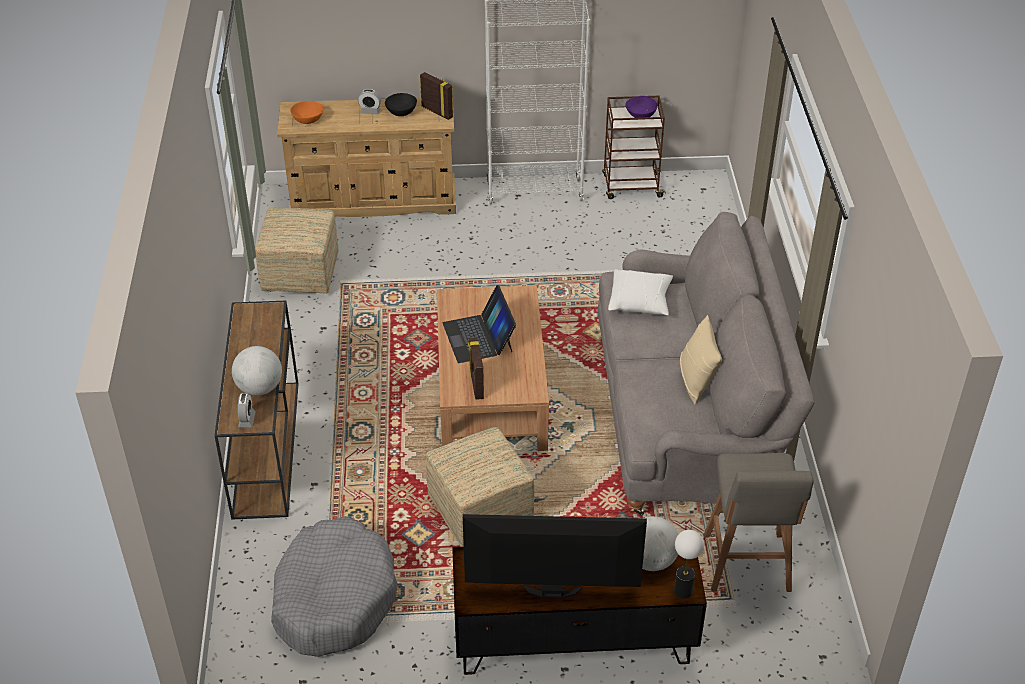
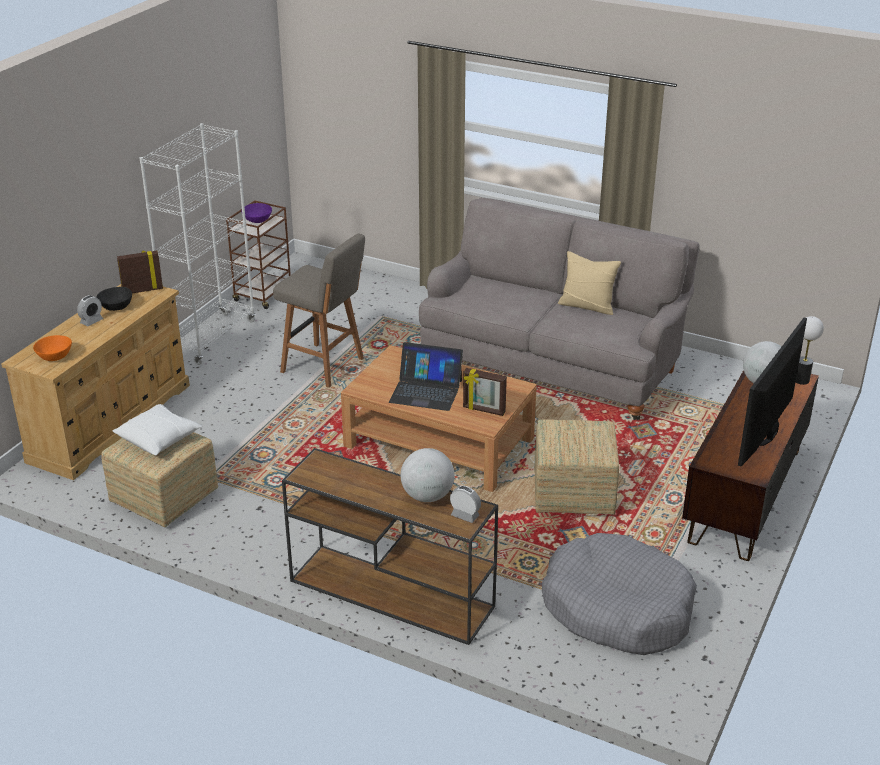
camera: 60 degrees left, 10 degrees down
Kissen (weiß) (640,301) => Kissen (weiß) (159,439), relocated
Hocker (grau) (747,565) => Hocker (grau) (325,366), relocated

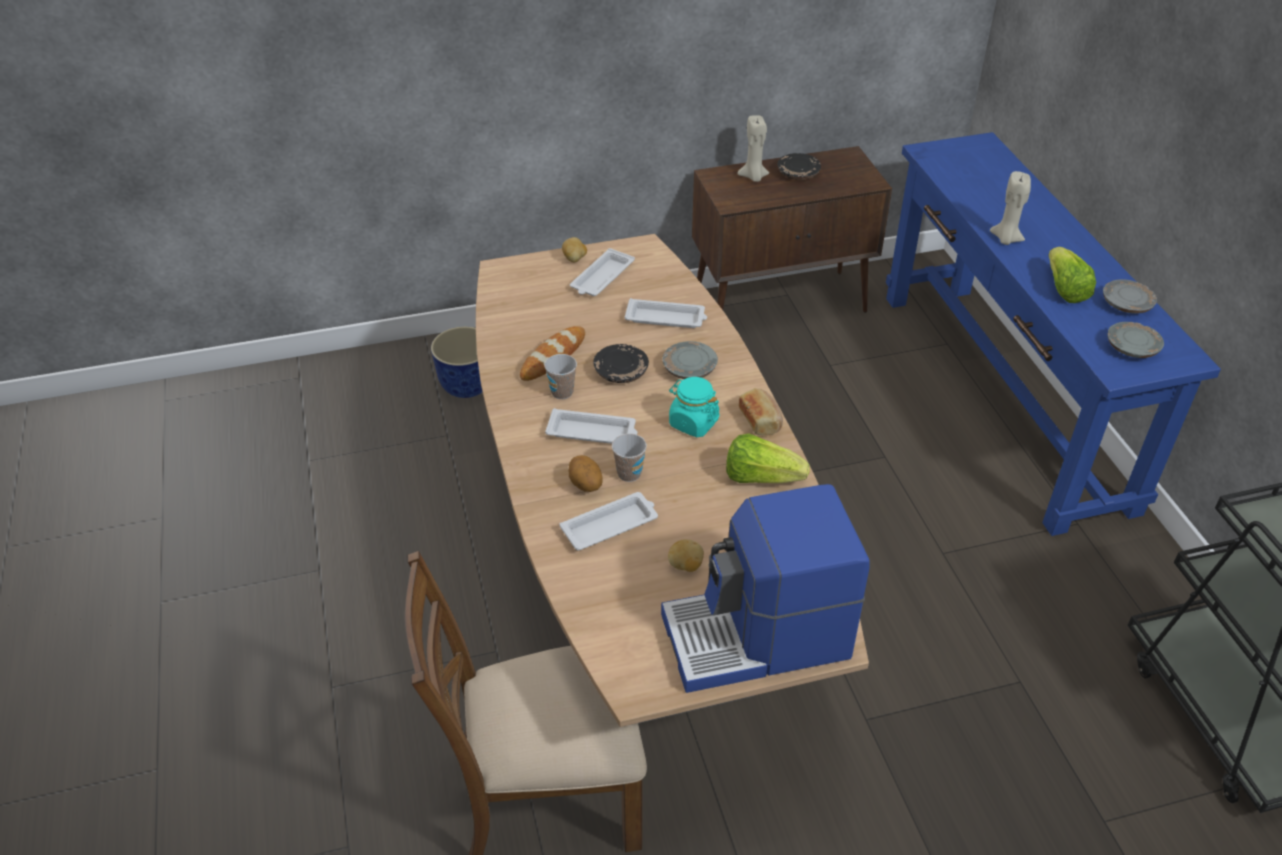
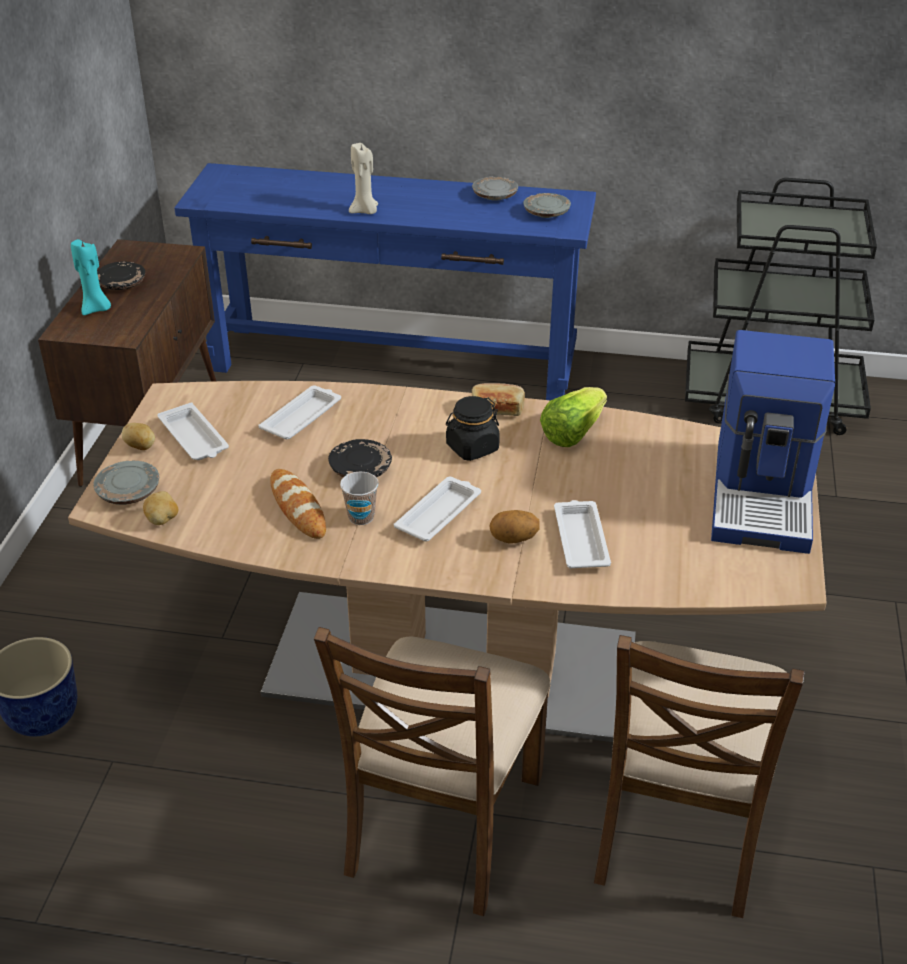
camera: 65 degrees left, 5 degrees down
Kerze (beige) (753,177) => Kerze (türkis) (96,309)
Teller (grau) (689,369) => Teller (grau) (129,492), relocated
Kartoffel (685,566) => Kartoffel (162,520), relocated
nothing => Stuhl (braun) (442,823)
Vorratsglas (türkis) (693,423) => Vorratsglas (schwarz) (472,448)
Tasse (629,473) => nothing
Salatkopf (1064,289) => nothing

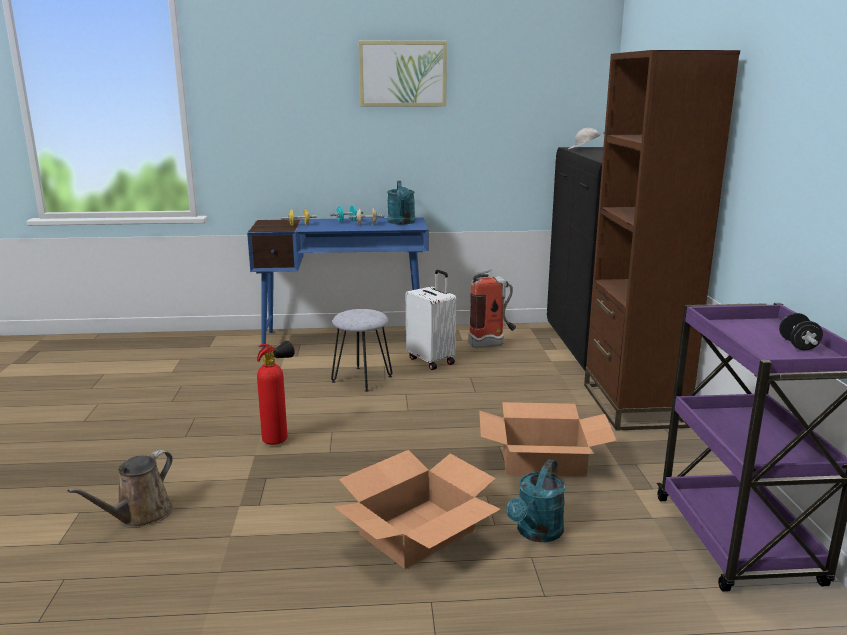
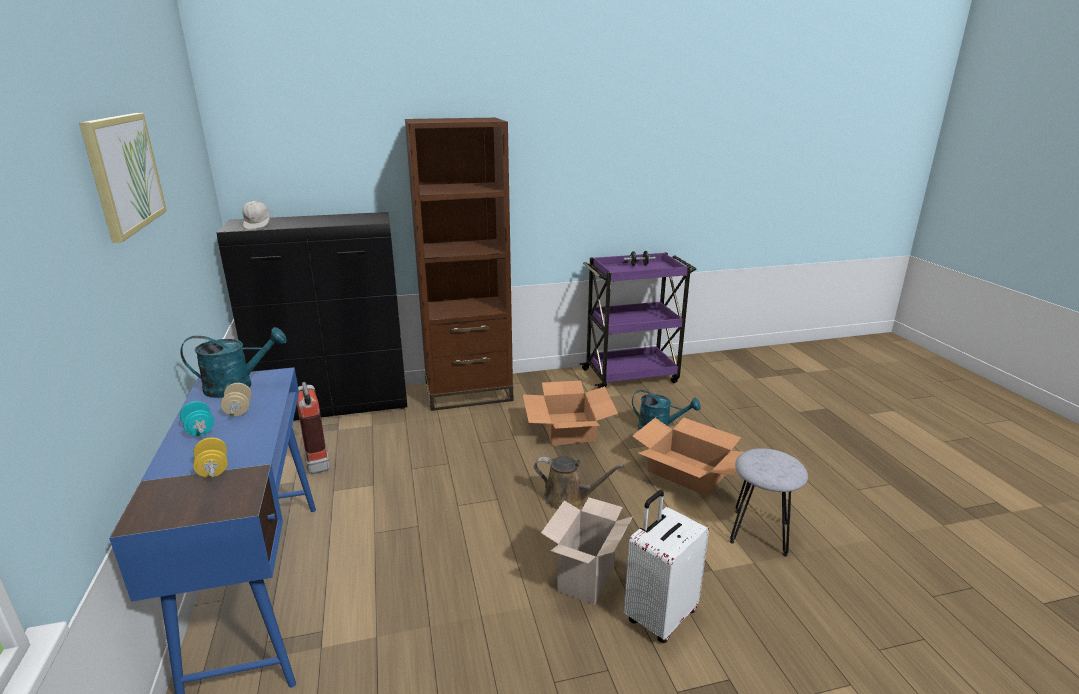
camera: 100 degrees left, 5 degrees up
Gießkanne (braun) (140,516) => Gießkanne (braun) (568,499), relocated
Feuerlöscher (279,439) => Karton (585,577)
Koffer (weiß) (432,360) => Koffer (weiß) (659,615), relocated
Hocker (grau) (361,379) => Hocker (grau) (760,532), relocated

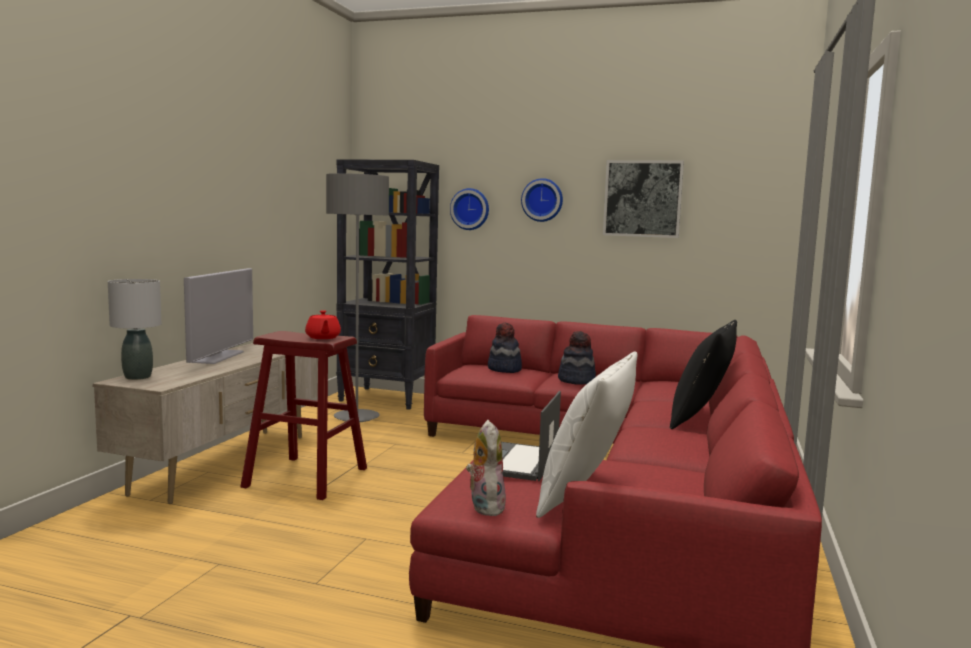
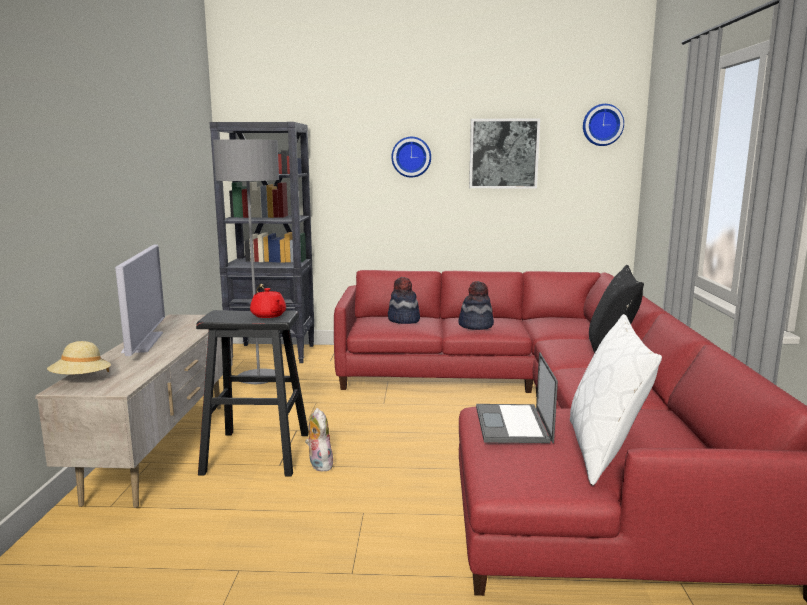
camera: 15 degrees left, 5 degrees up
Tischlampe (grau) (138,377) => Hut (beige) (81,380)
Hocker (rot) (306,477) => Hocker (schwarz) (257,453)
Plüschtier (484,506) => Plüschtier (318,464), relocated
Wanduhr (470,209) => Wanduhr (602,125), relocated

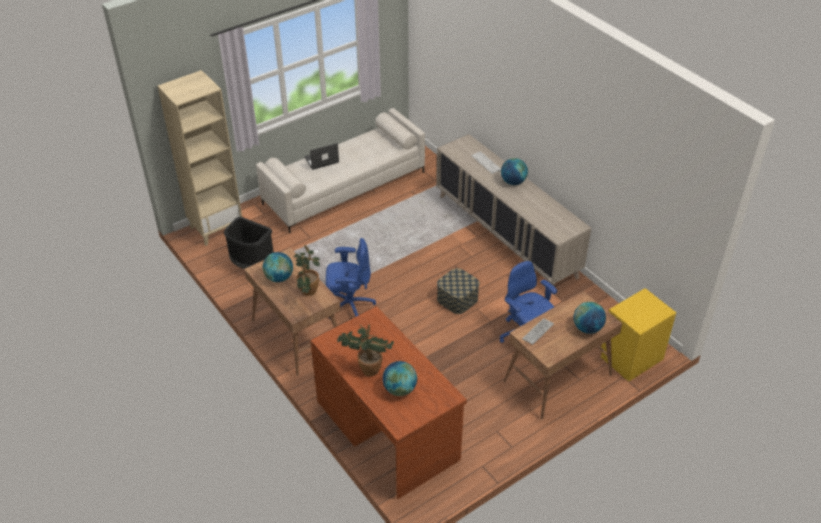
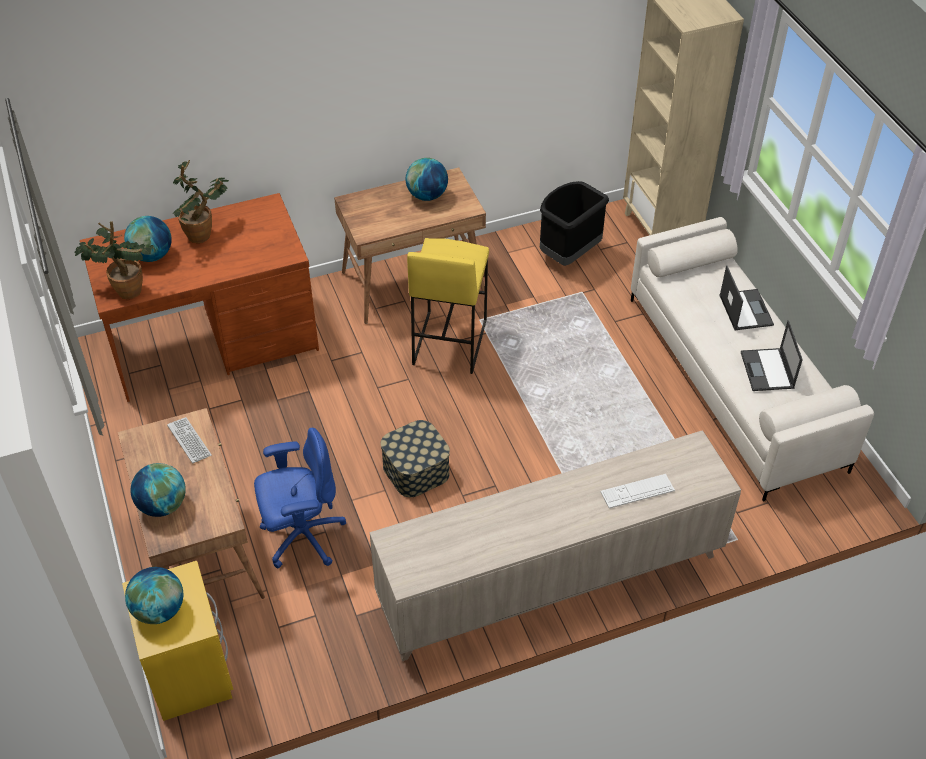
camera: 105 degrees right, 5 degrees up
Topfpflanze (307,293) => Topfpflanze (124,289), relocated
Globus (513,182) => Globus (159,610), relocated
Bürostuhl (blau) (349,306) => Hocker (gelb) (448,342)
nothing => Laptop (767,371)

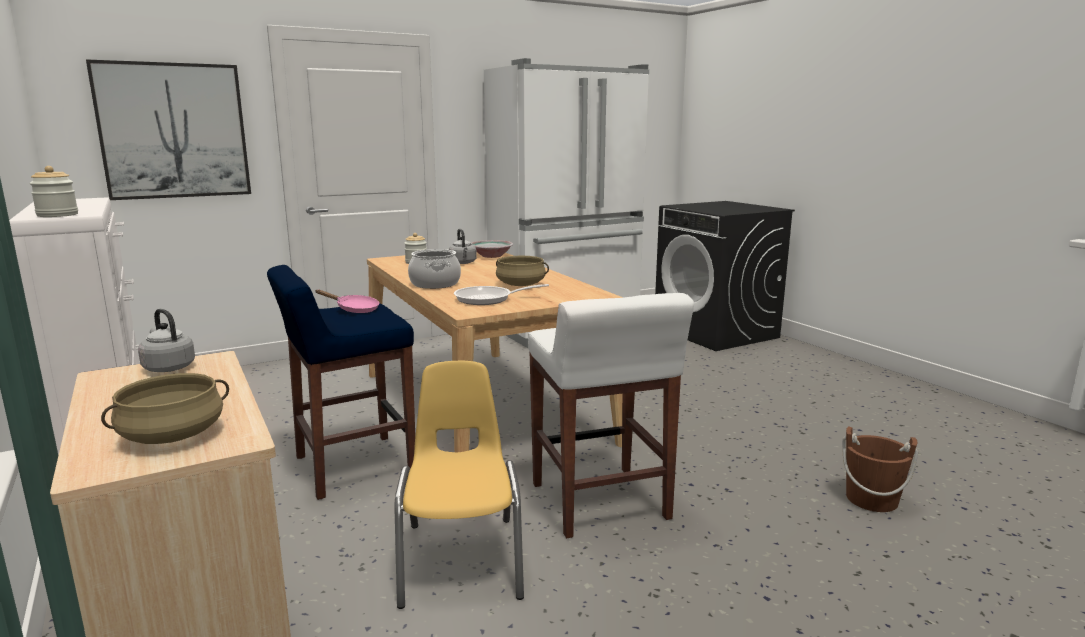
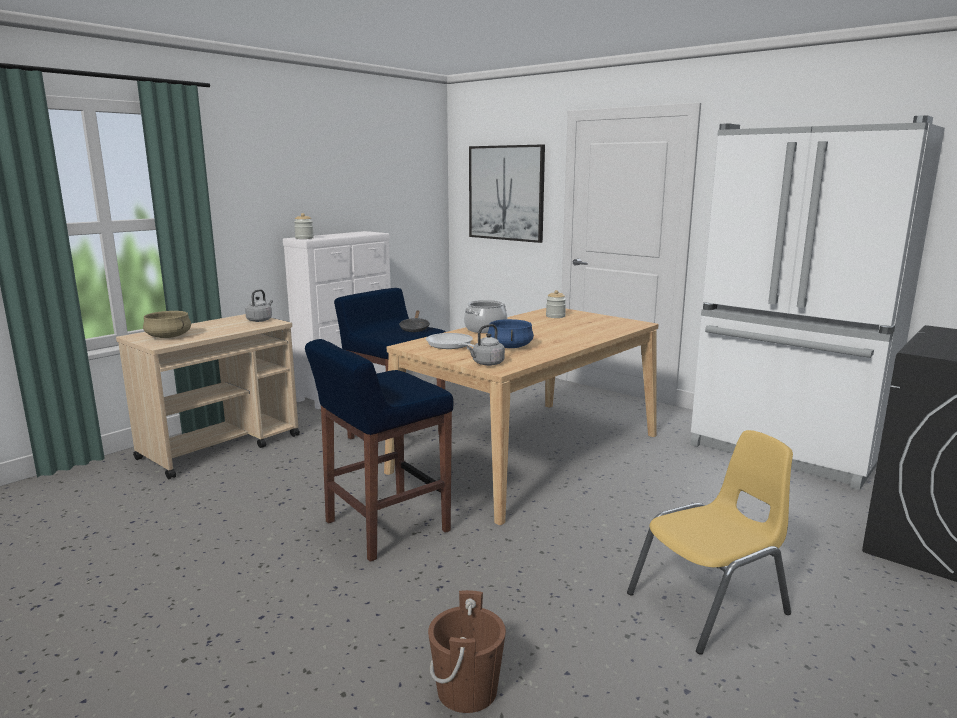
camera: 70 degrees right, 0 degrees up
Hocker (weiß) (600,503) => Hocker (blau) (384,527)
Pfanne (rosa) (354,309) => Pfanne (schwarz) (414,328)
Wasserkessel (grau) (463,263) => Wasserkessel (grau) (486,364), relocated
Kochtopf (beige) (521,285) => Kochtopf (blau) (510,347)
Stuhl (gelb) (461,559) => Stuhl (gelb) (709,605), relocated
Schüssel (491,256) => nothing

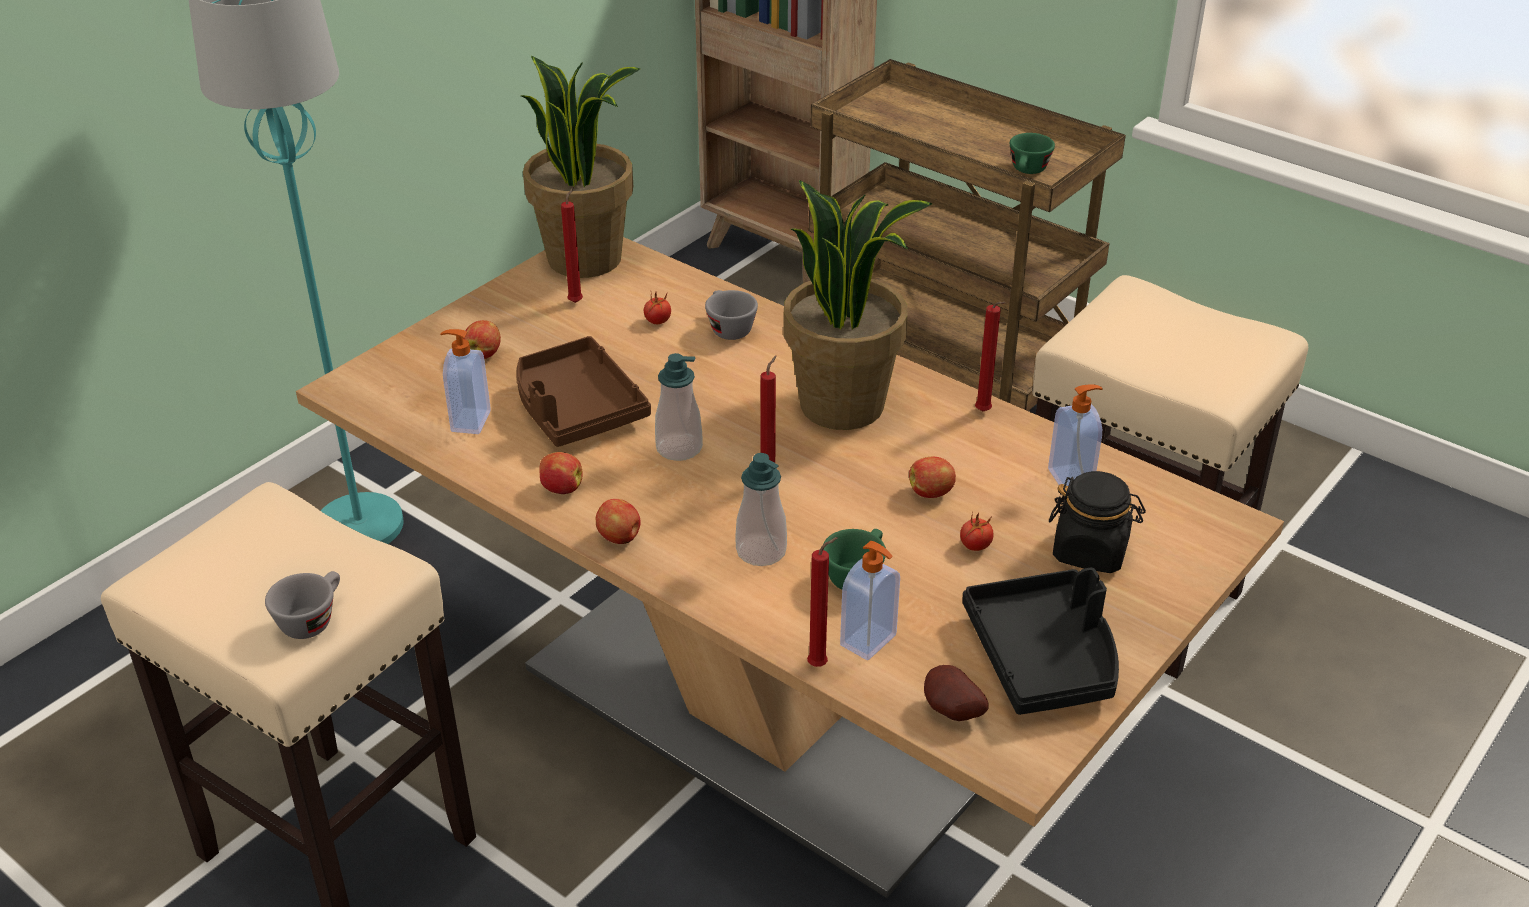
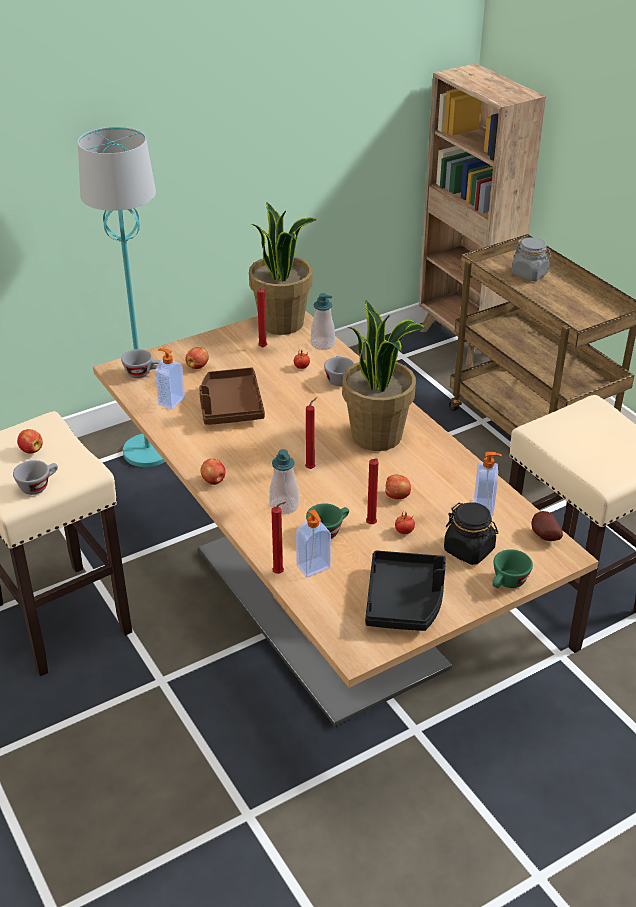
camera: 20 degrees right, 0 degrees up
Apfel (561,489) => Apfel (31,450), relocated
nothing => Tasse (grau) (143,373)
Seifenspender (679,448) => Seifenspender (322,344), relocated
Kerze (rot) (984,413) => Kerze (rot) (371,525), relocated
Tasse (grün) (1028,171) => Tasse (grün) (507,583), relocated
nothing => Vorratsglas (grau) (529,274)
Kartoffel (950,712) => Kartoffel (543,536), relocated

